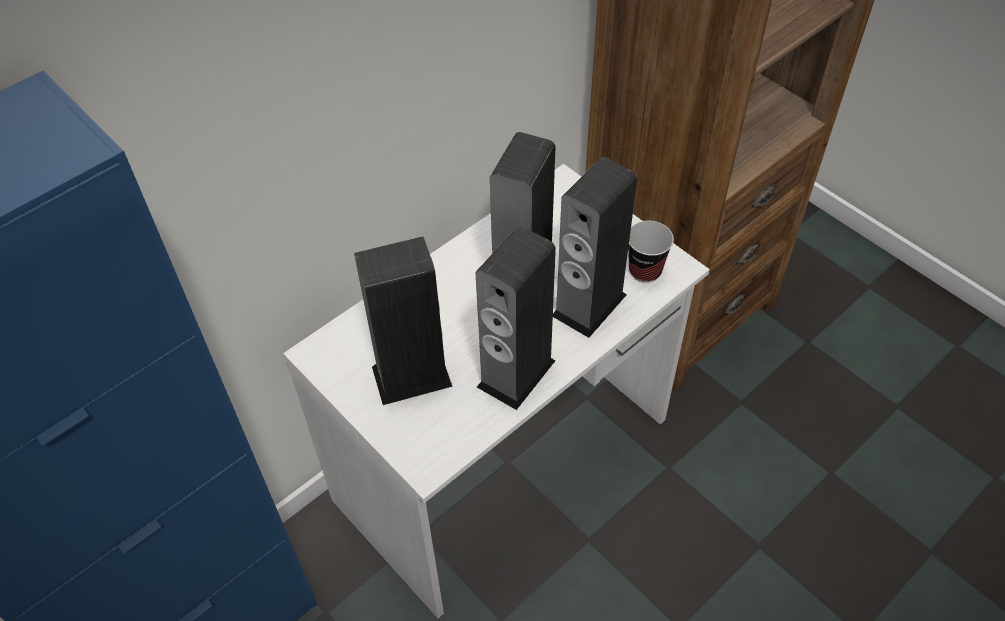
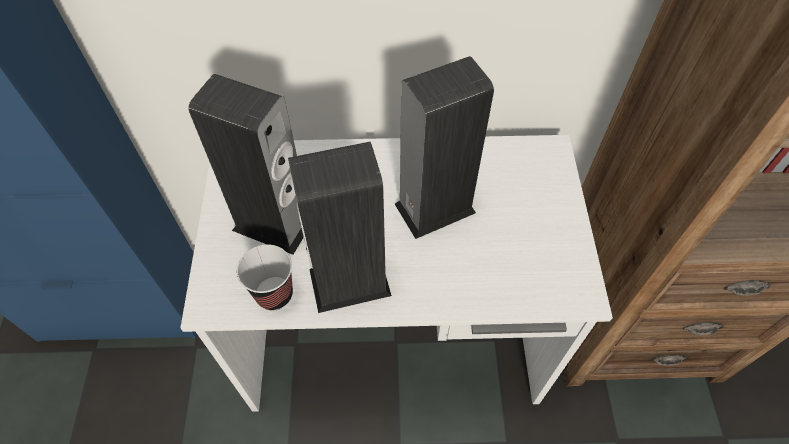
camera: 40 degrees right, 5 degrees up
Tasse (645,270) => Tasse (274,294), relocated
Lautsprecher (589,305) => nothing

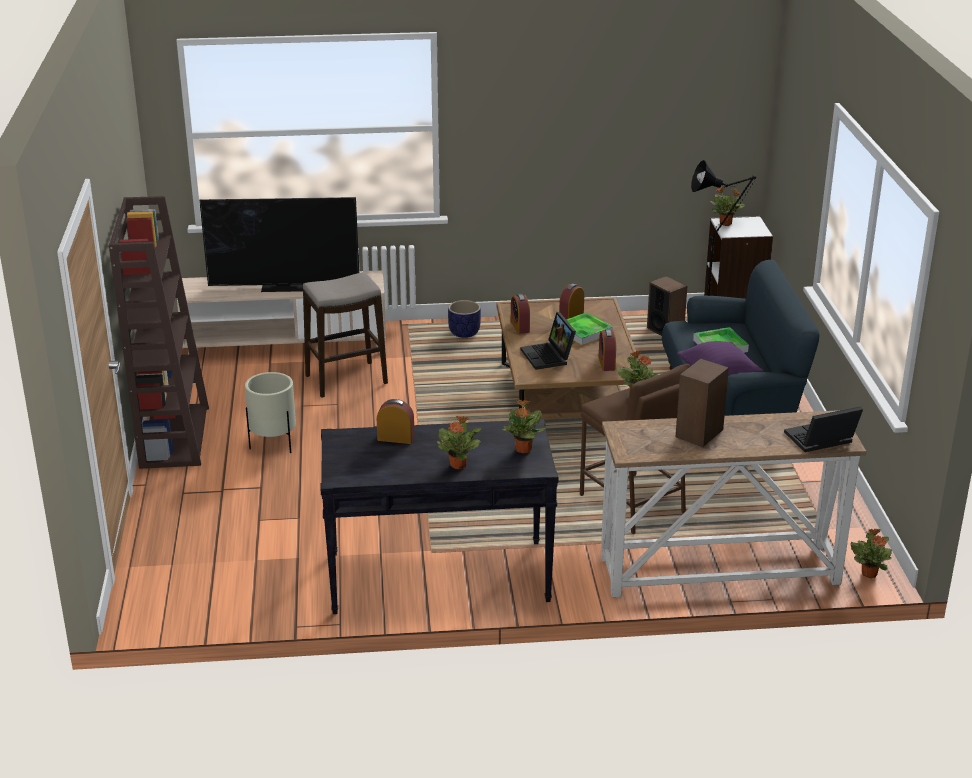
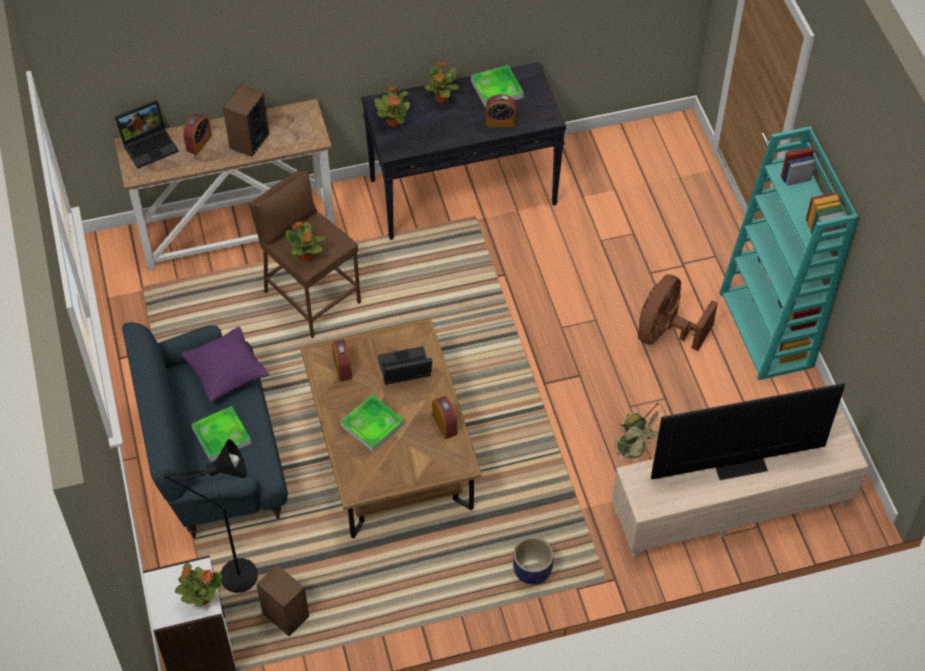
camera: 170 degrees right, 25 degrees up
Wecker (571,316) => Wecker (199,143), relocated
Laptop (549,357) => Laptop (404,371), 75 degrees counterclockwise
nothing => Tablett (497,89)
Hocker (346,380) => Ventilator (grün) (636,451)
Pflanzkübel (beige) (273,444) => Ventilator (braun) (666,333)
Bücherregal (braun) (174,436) => Bücherregal (türkis) (767,330)
Topfpflanze (869,573) => nothing

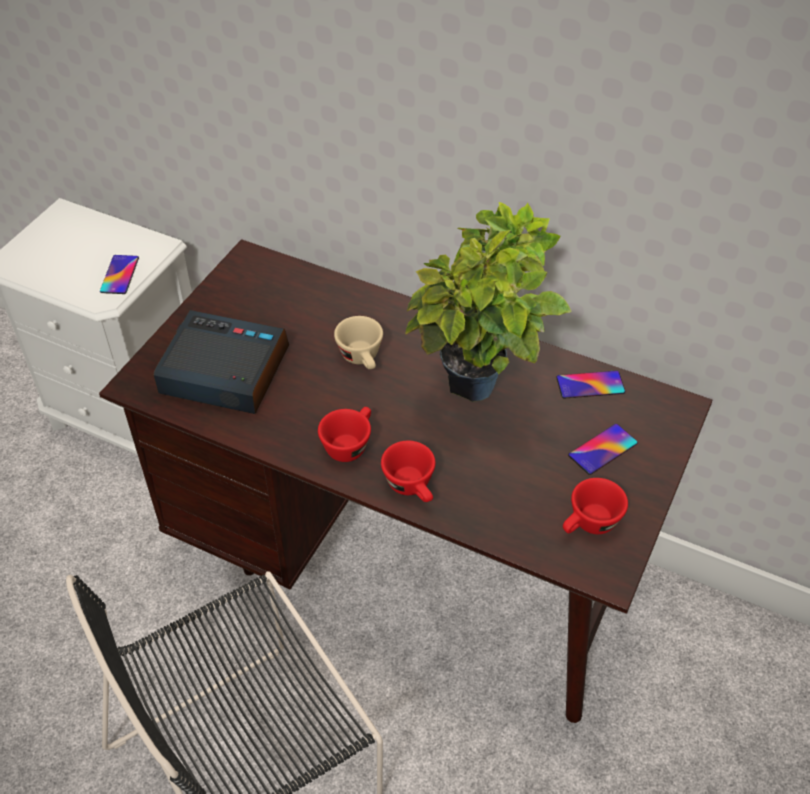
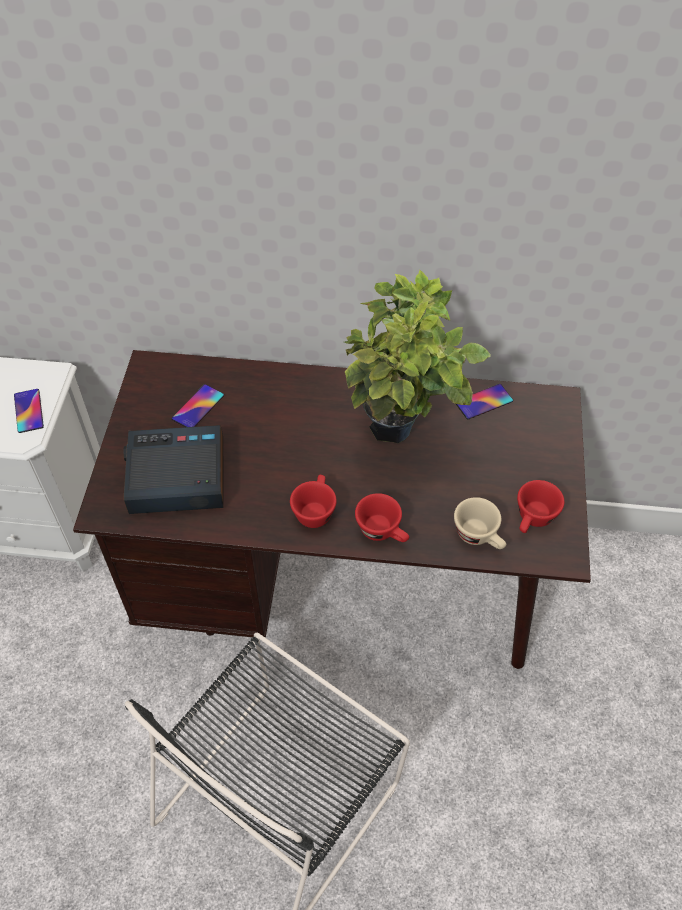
camera: 20 degrees left, 5 degrees up
Handy (602,449) => Handy (198,407), relocated
Tasse (beige) (362,359) => Tasse (beige) (479,536), relocated

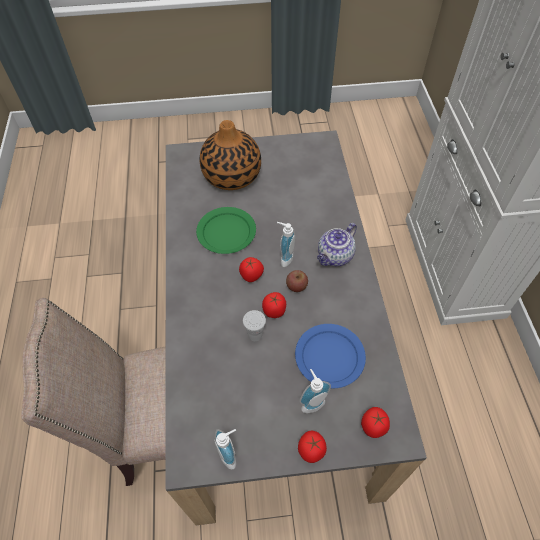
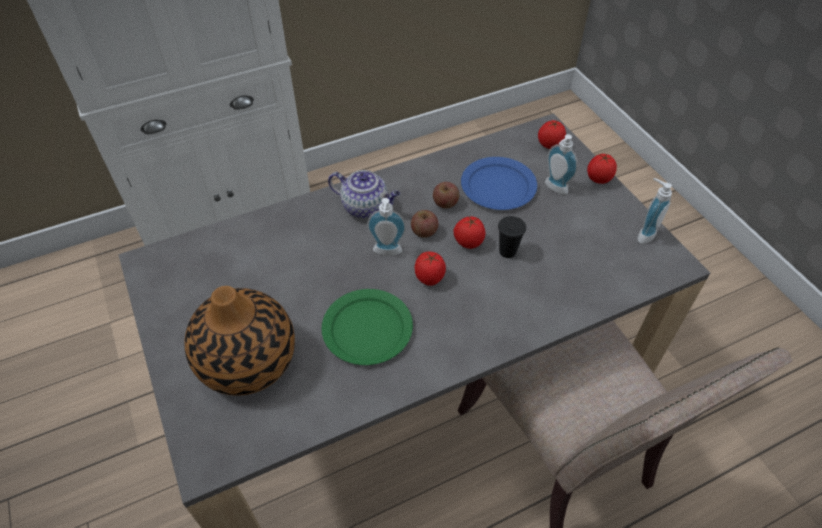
camera: 110 degrees left, 5 degrees down
nothing => Apfel (445,203)
Tasse (weiß) (255,335) => Tasse (schwarz) (507,251)

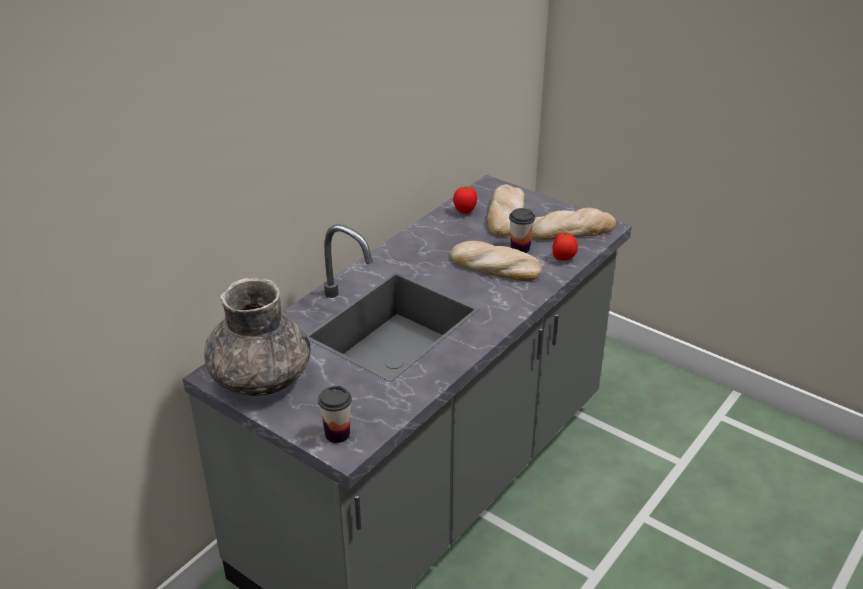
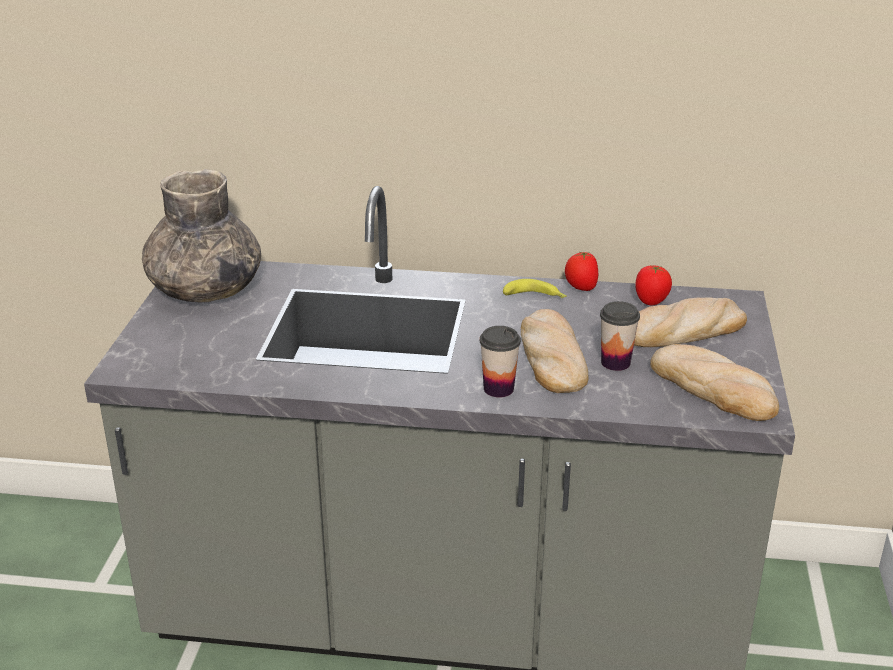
camera: 60 degrees right, 5 degrees down
Tasse (337,434) => Tasse (498,389), relocated
nothing => Banane (535,297)
Tomate (563,259) => Tomate (580,288), relocated

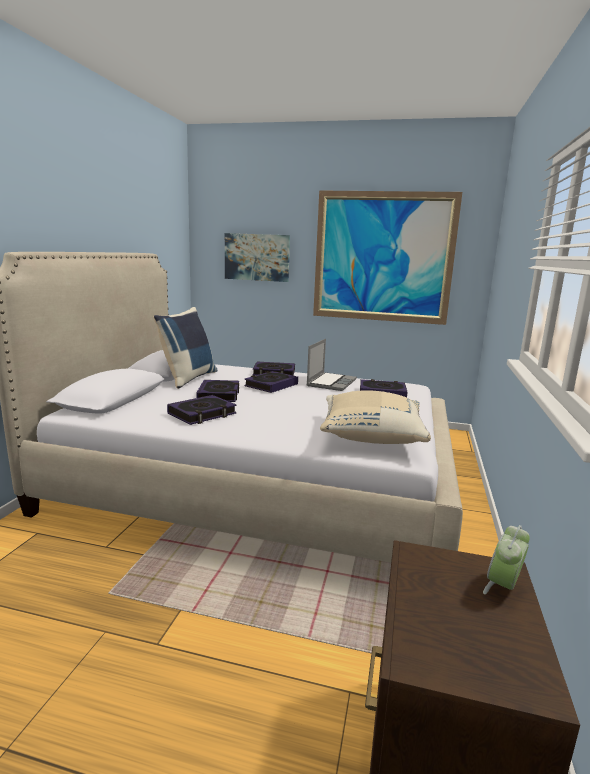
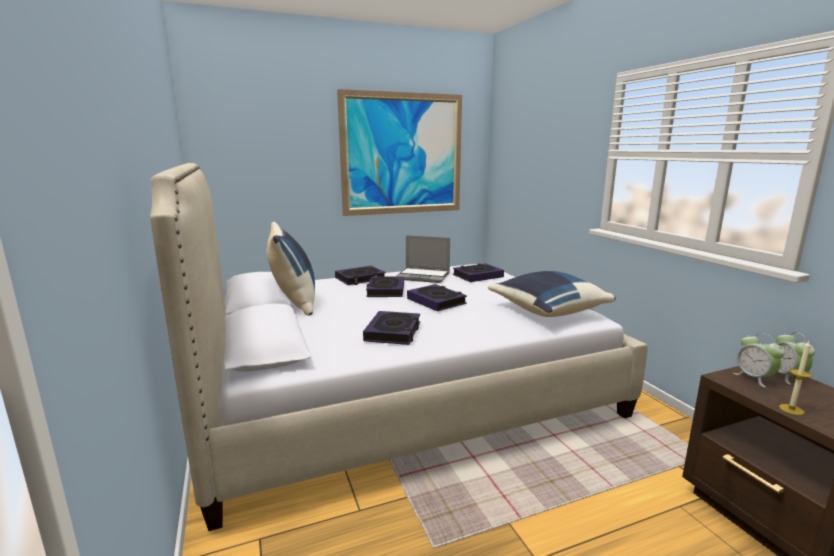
camera: 35 degrees left, 0 degrees up
Laptop (331,382) => Laptop (424,276), 120 degrees clockwise
Buch (219,395) => Buch (436,301), relocated
Kissen (beige) (371,436) => Kissen (blau) (546,310)
nothing => Wecker (754,378)
nothing => Kerze (791,409)
Bild (257,257) => nothing

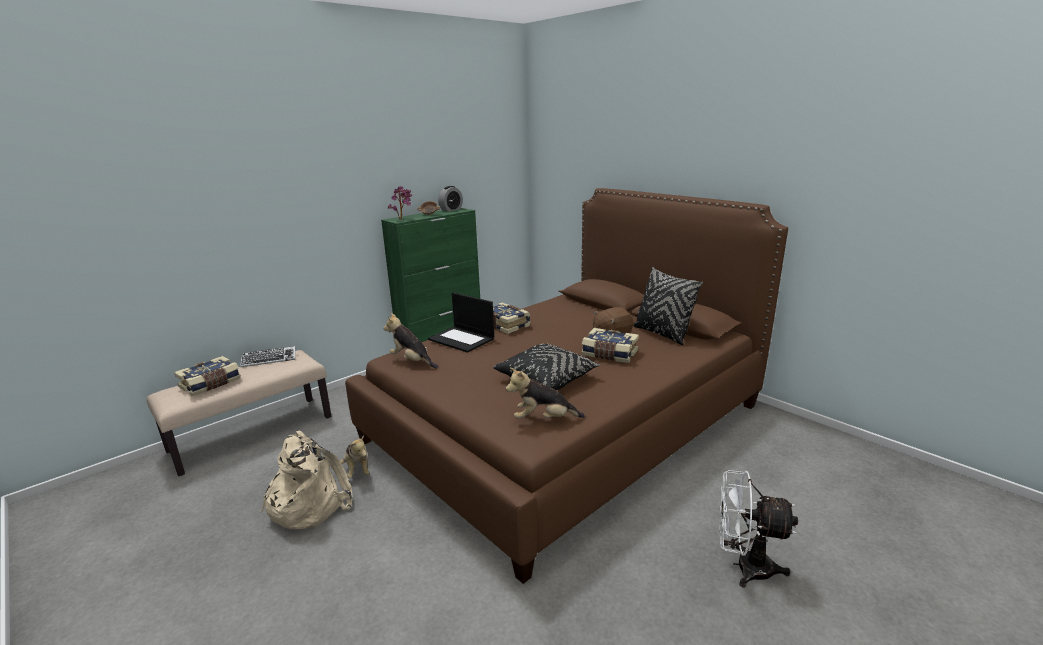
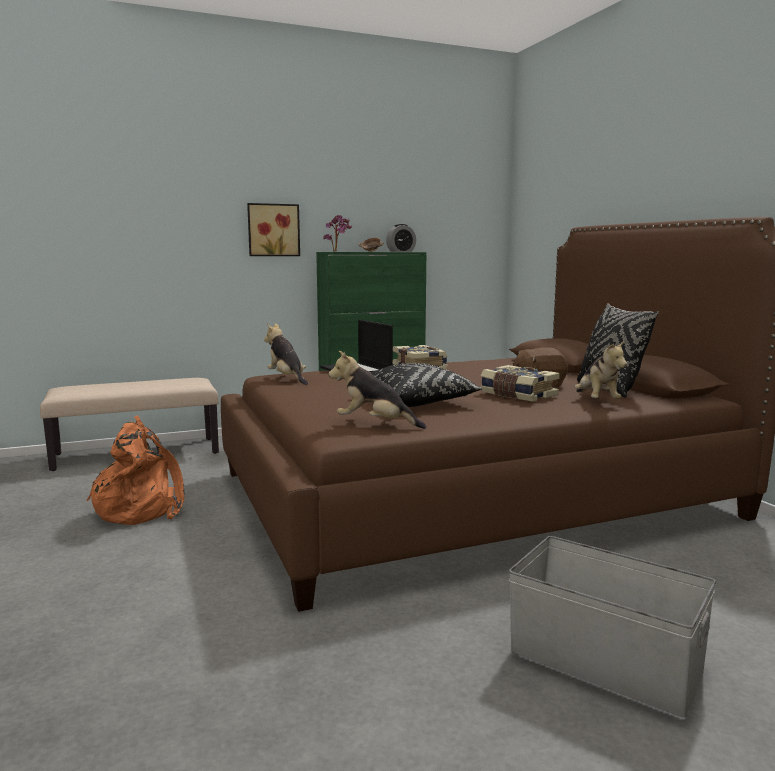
camera: 20 degrees right, 10 degrees down
Rucksack (beige) (309,503) => Rucksack (orange) (141,508)
nothing => Bild (273,230)
Ventilator (weiß) (744,566) => Aufbewahrungsbox (grau) (604,662)
Plüschtier (357,469) => Plüschtier (596,401), relocated
Buch (211,384) => nothing
Tastatur (269,359) => nothing

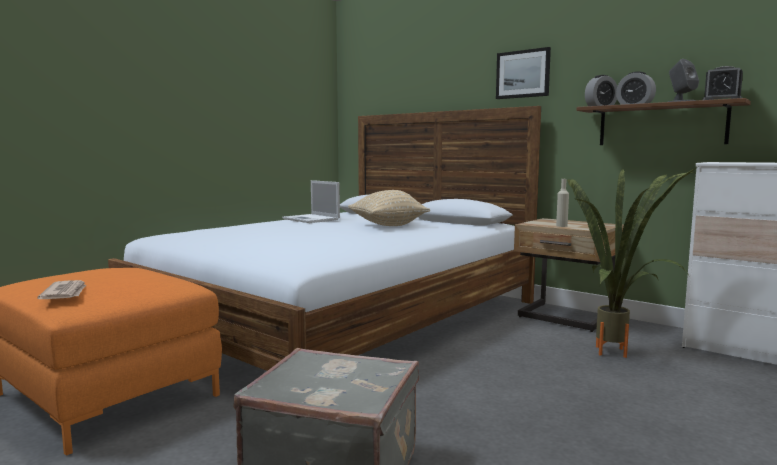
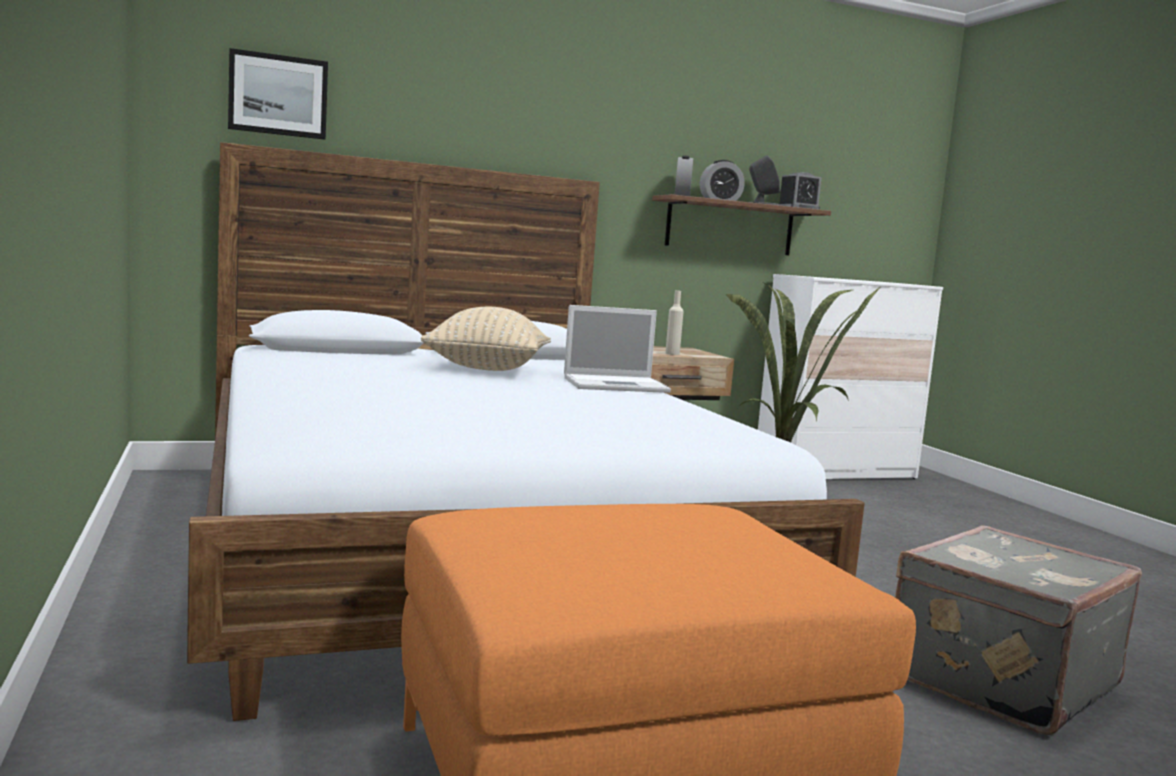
camera: 60 degrees left, 0 degrees up
Bild (523,74) => Bild (278,95), relocated
Laptop (311,219) => Laptop (617,385), relocated
Zeitung (65,293) => nothing

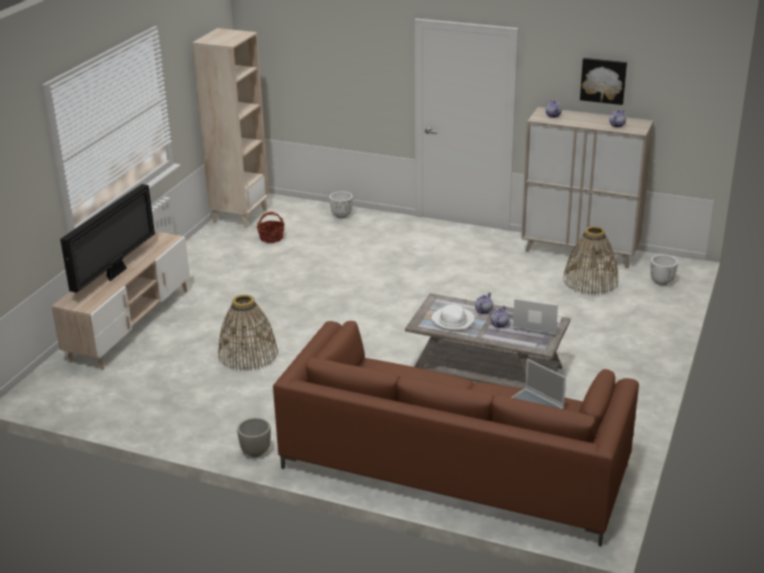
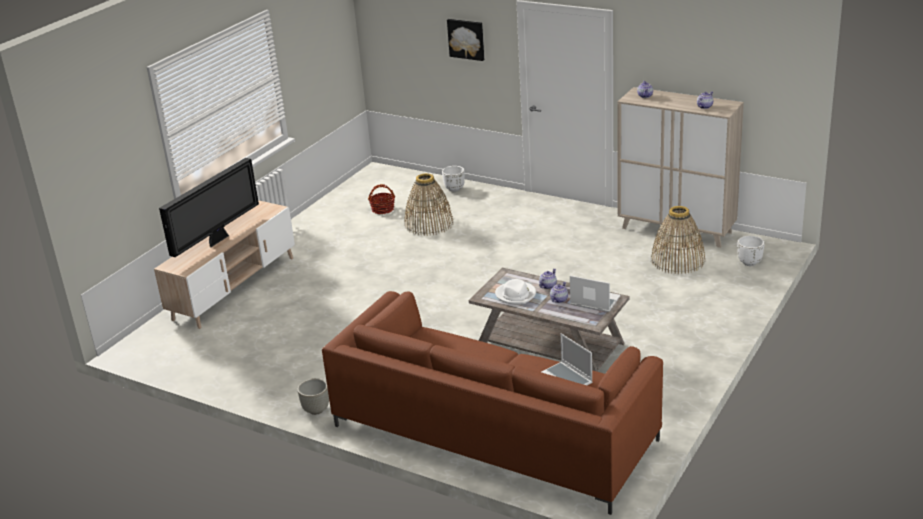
camera: 10 degrees right, 0 degrees up
Korb (248,354) => Korb (429,224), relocated
Bild (603,80) => Bild (466,39), relocated
Bücherregal (beige) (240,215) => nothing

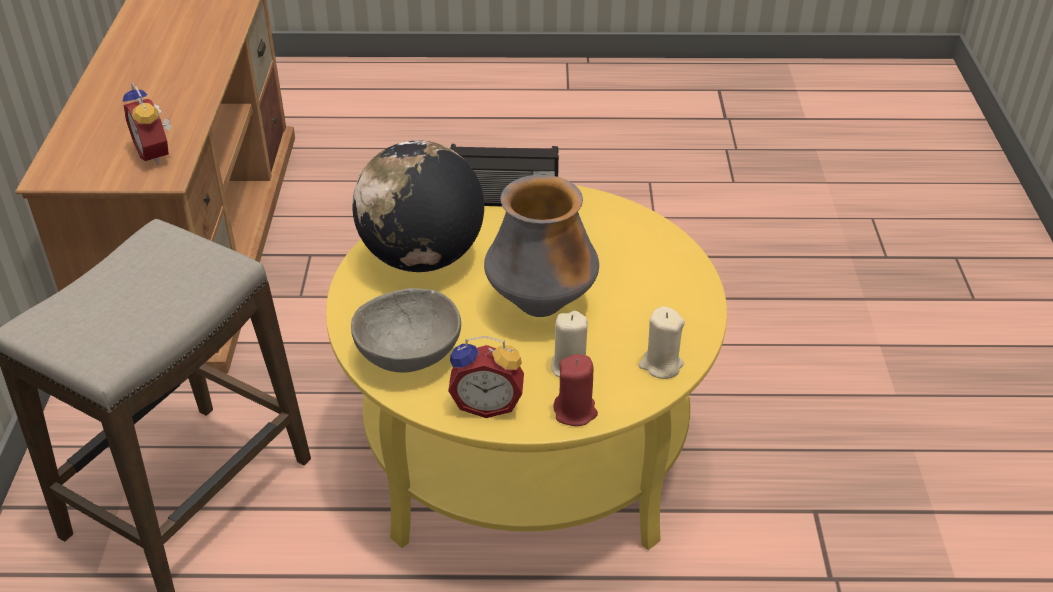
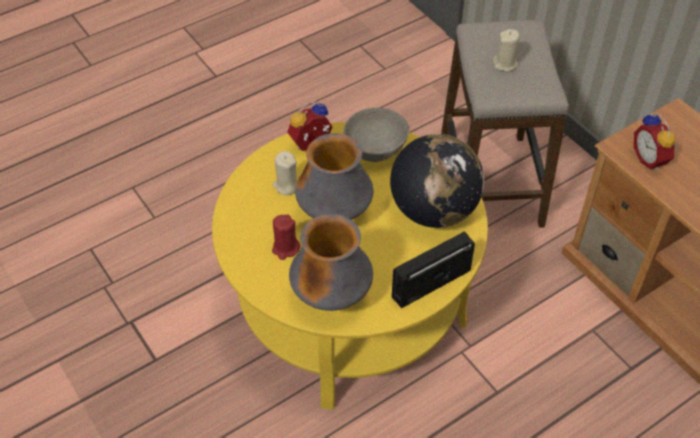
camera: 145 degrees right, 10 degrees up
Kerze (rot) (575,412) => Kerze (rot) (285,248), relocated
nothing => Vase (332,297)
Kerze (beige) (660,365) => Kerze (beige) (505,64), relocated
Wecker (156,153) => Wecker (651,159), 135 degrees counterclockwise

